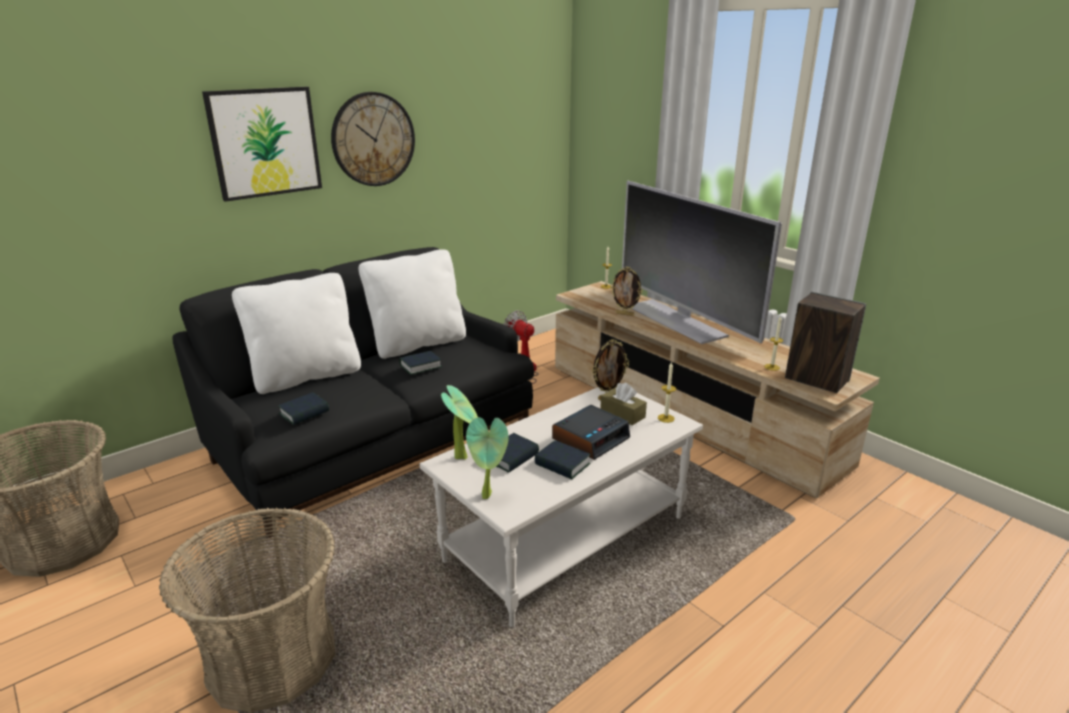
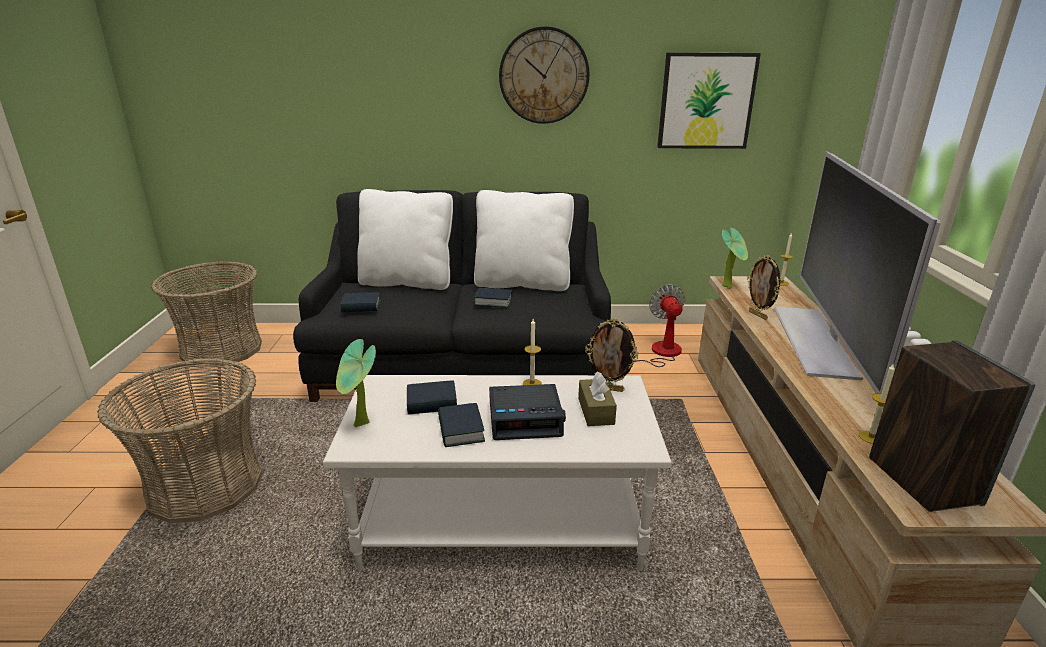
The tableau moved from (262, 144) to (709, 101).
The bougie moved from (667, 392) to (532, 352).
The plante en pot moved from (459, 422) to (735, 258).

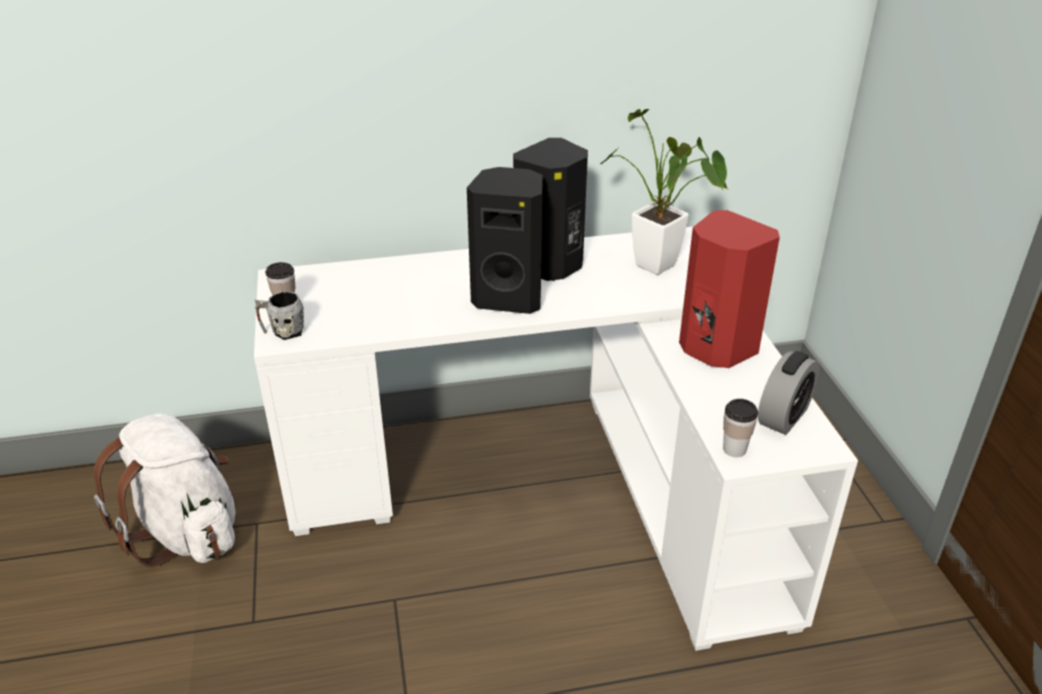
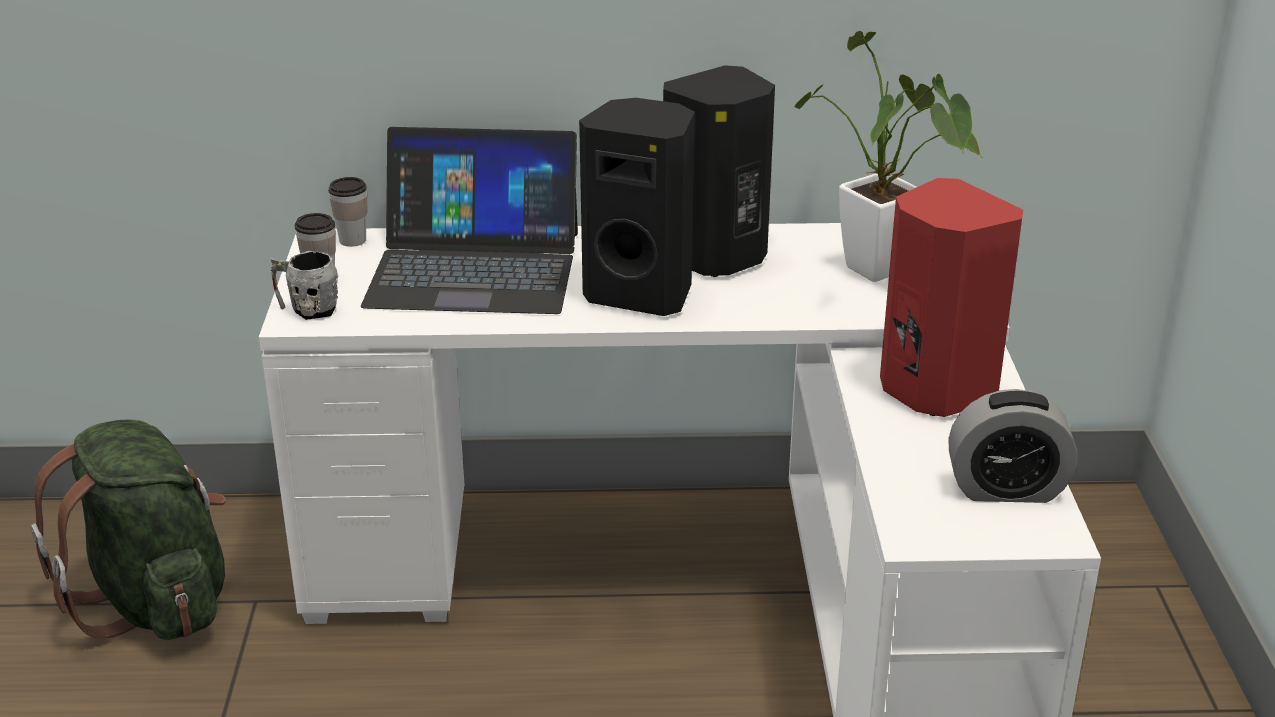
The réveil at (789, 393) turned 45 degrees clockwise.
The tasse moved from (740, 428) to (347, 212).
The sac à dos/blanc at (165, 490) became the sac à dos/vert at (128, 529).
The ordinateur portable at (469, 220) appeared.

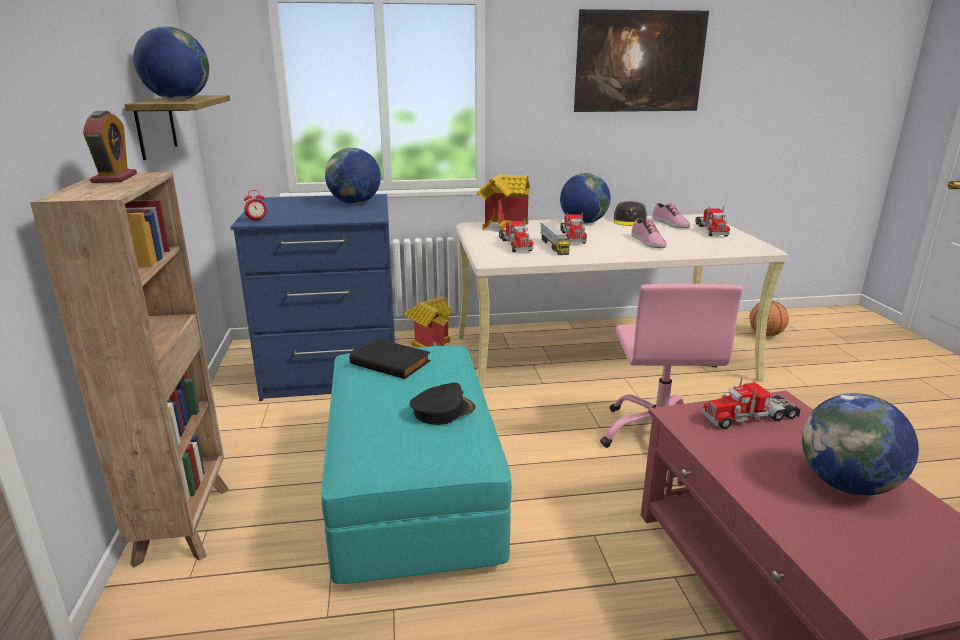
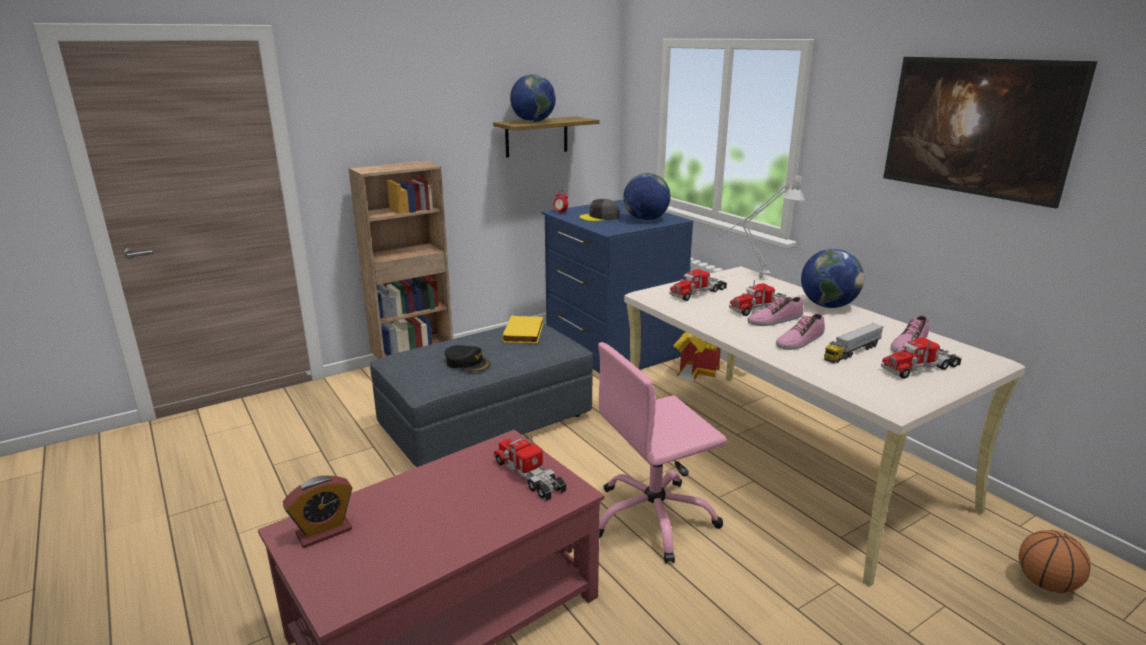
The réveil moved from (110, 147) to (317, 511).
The maison miniature at (503, 203) was replaced by the lampe de table/gris at (762, 226).
The casquette/gris moved from (630, 213) to (599, 210).
The camion jouet moved from (555, 239) to (854, 343).
The livre/noir at (390, 358) became the livre/jaune at (523, 329).
The pouf/turquoise at (416, 465) became the pouf/gris at (481, 395).
The globe at (860, 444) disappeared.
The chaussure at (776, 311) appeared.

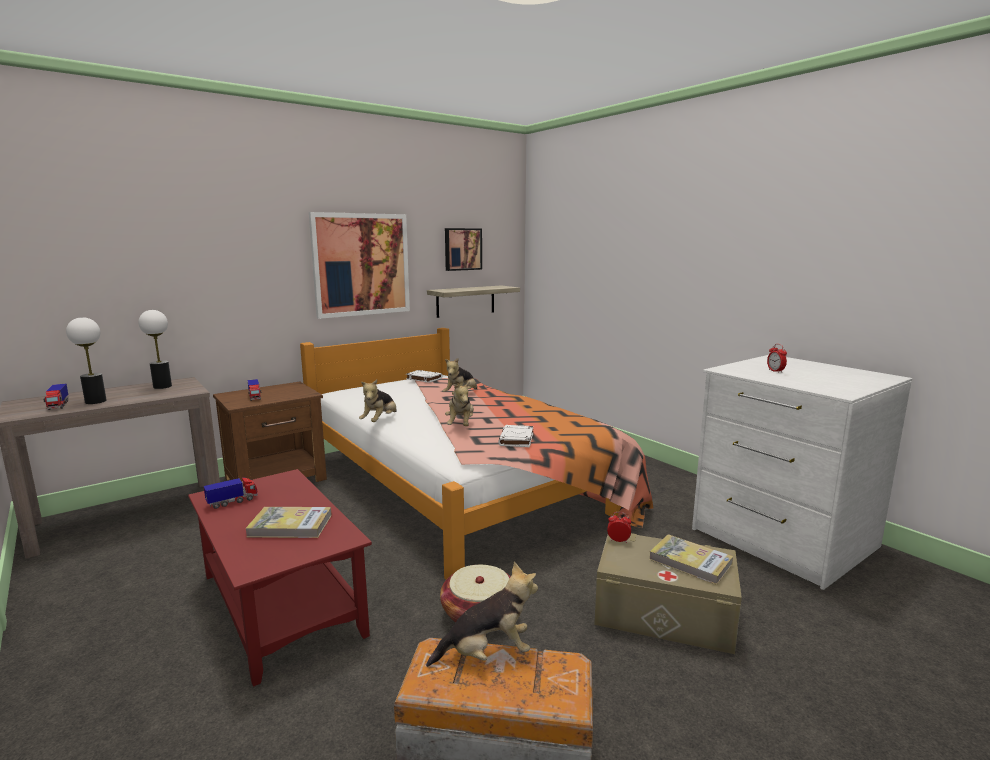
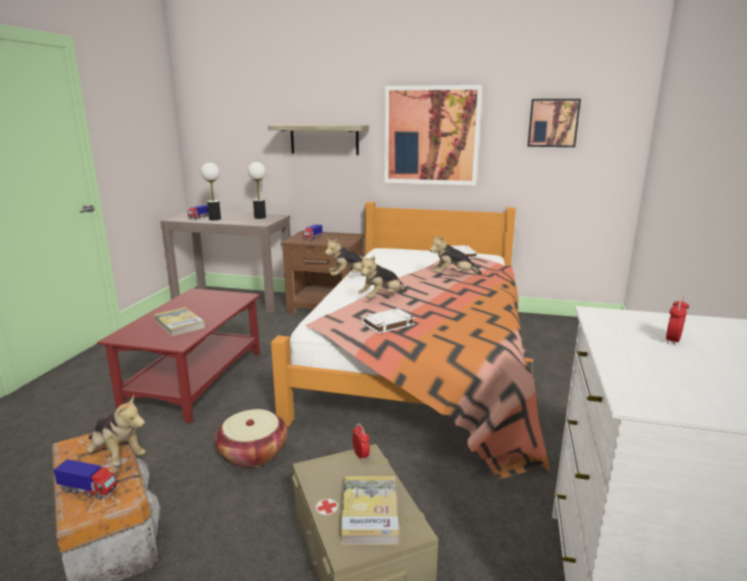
The étagère moved from (473, 301) to (318, 140).
The camion jouet moved from (231, 493) to (85, 479).

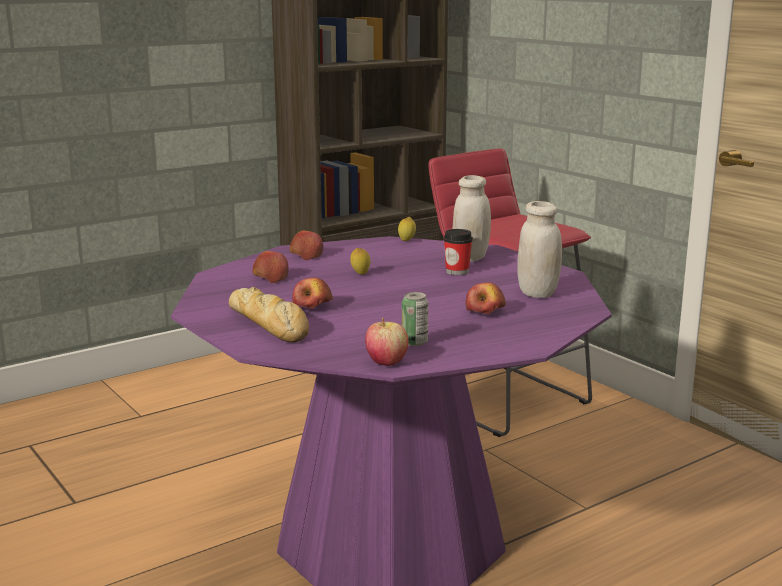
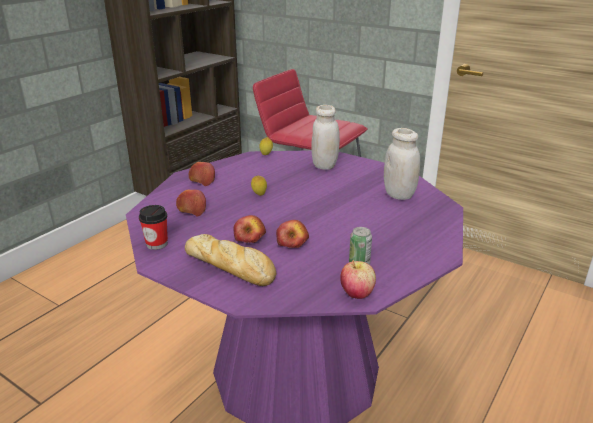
The tasse moved from (458, 252) to (153, 227).
The pomme moved from (485, 298) to (292, 234).

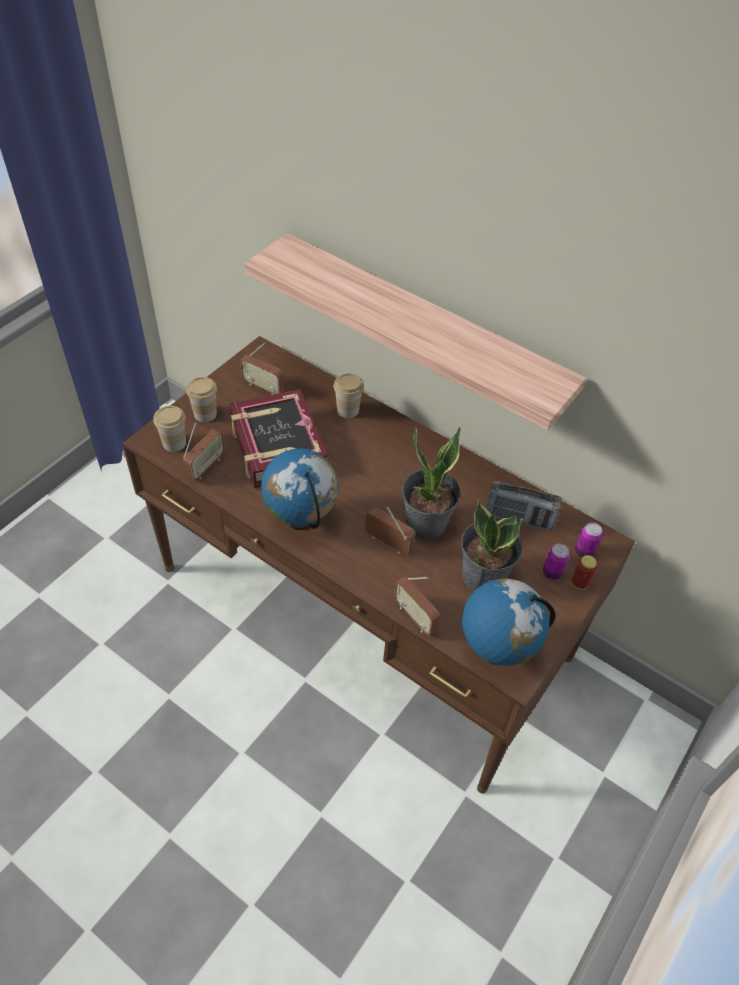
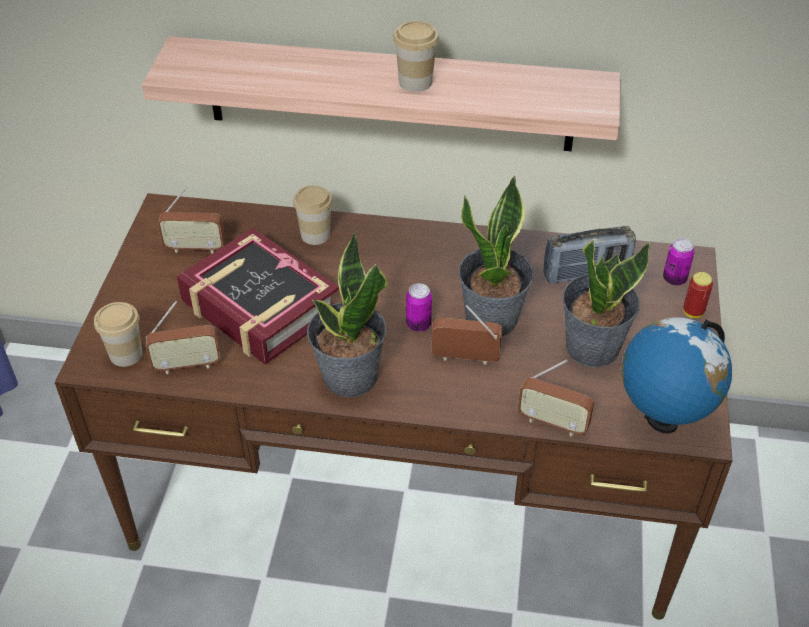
The tasse moved from (201, 399) to (416, 56).
The radio at (204, 452) turned 75 degrees clockwise.
The globe at (300, 489) was replaced by the plante en pot at (347, 314).
The boîte métallique moved from (556, 562) to (419, 307).

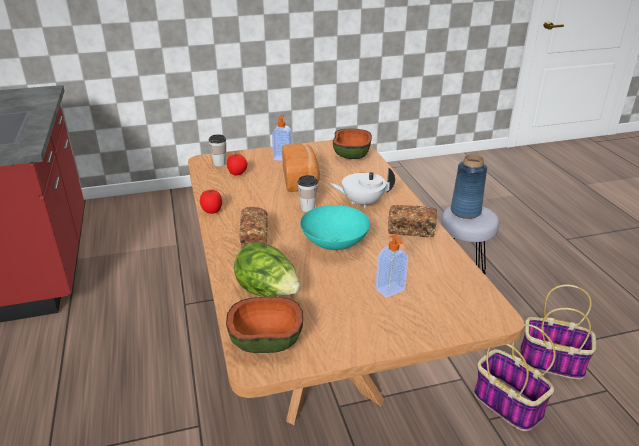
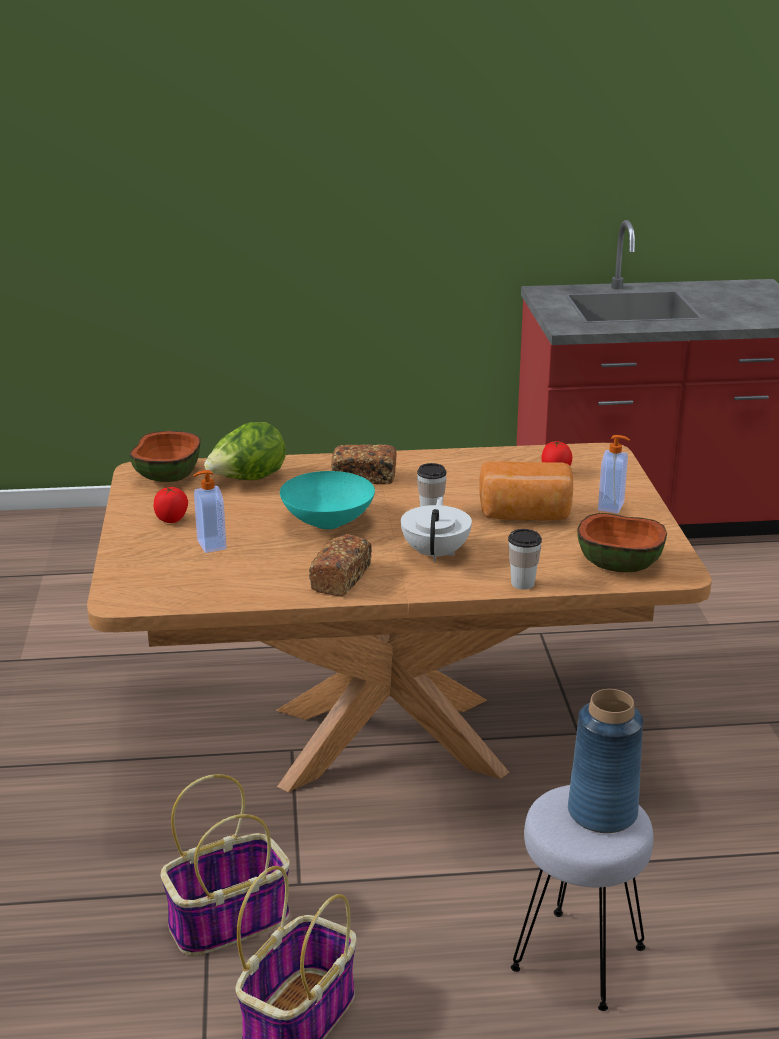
The tasse moved from (217, 150) to (525, 559).
The tomate moved from (211, 201) to (171, 505).

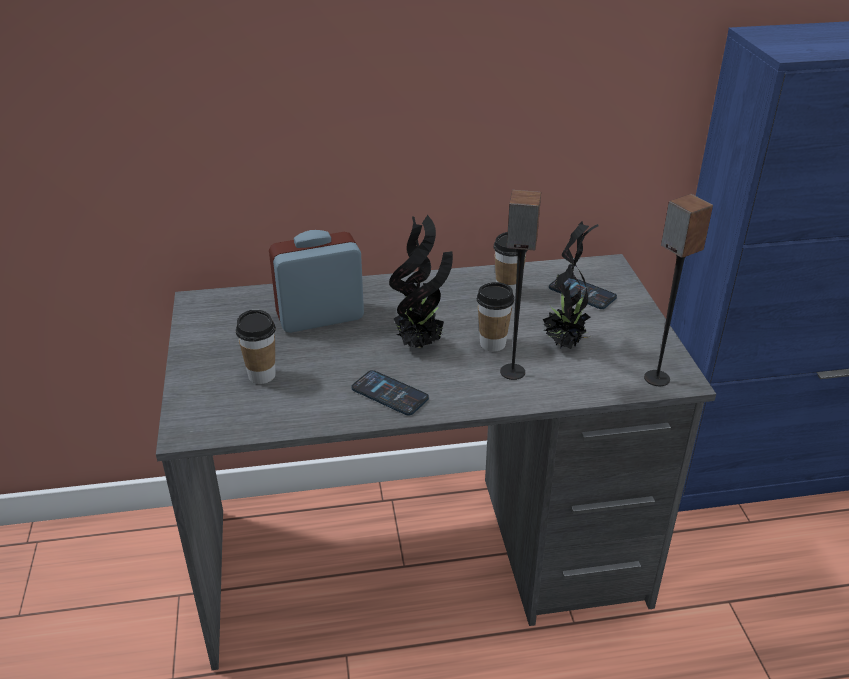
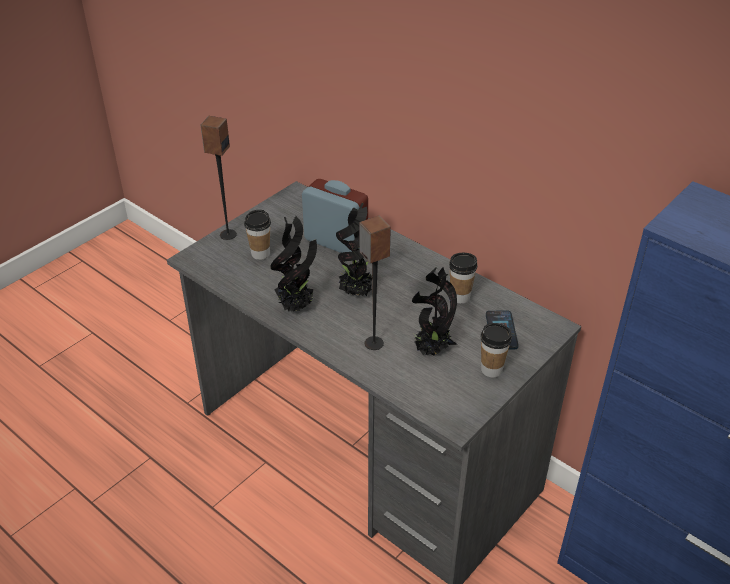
The enceinte moved from (678, 290) to (219, 178).
The tasse moved from (495, 317) to (496, 350).
The téléphone at (390, 393) was replaced by the plante en pot at (293, 263).

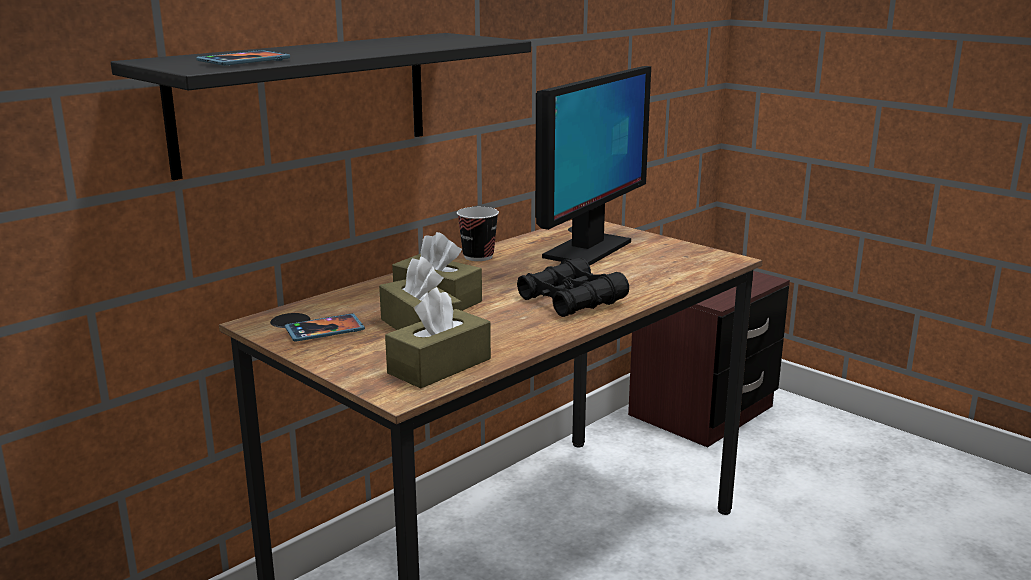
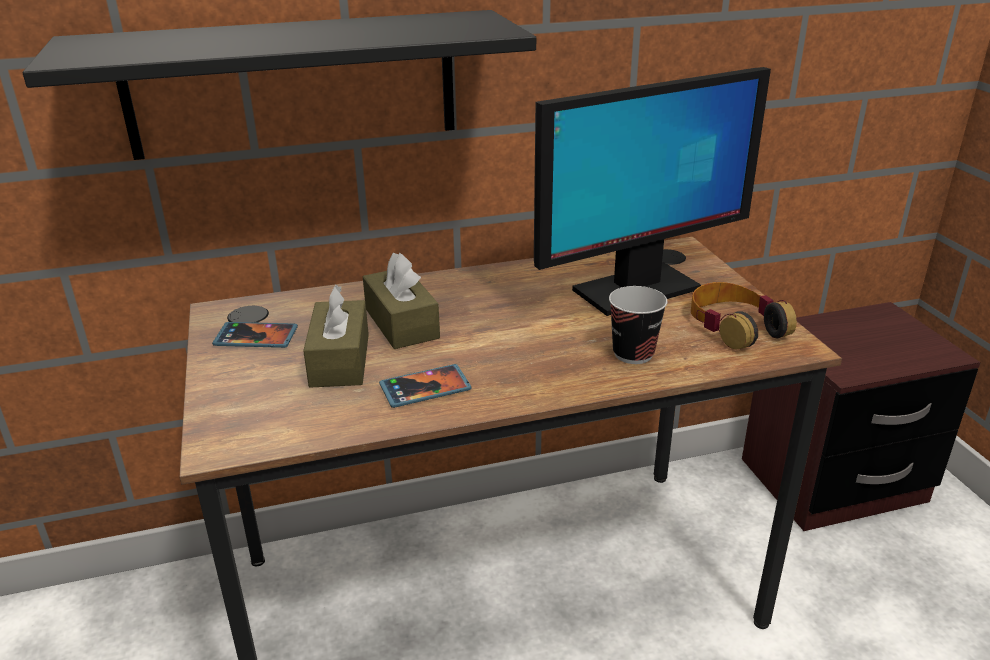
The téléphone moved from (243, 58) to (425, 386).
The tasse moved from (478, 234) to (638, 325).
The jumelles/noir at (573, 287) disappeared.
The boîte à mouchoirs/marron at (438, 337) disappeared.
The casque audio at (744, 316) appeared.

